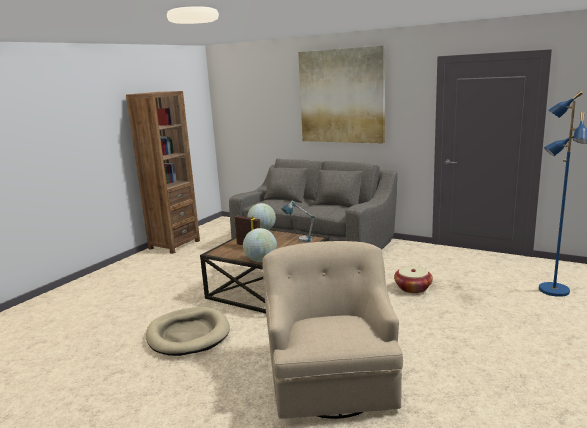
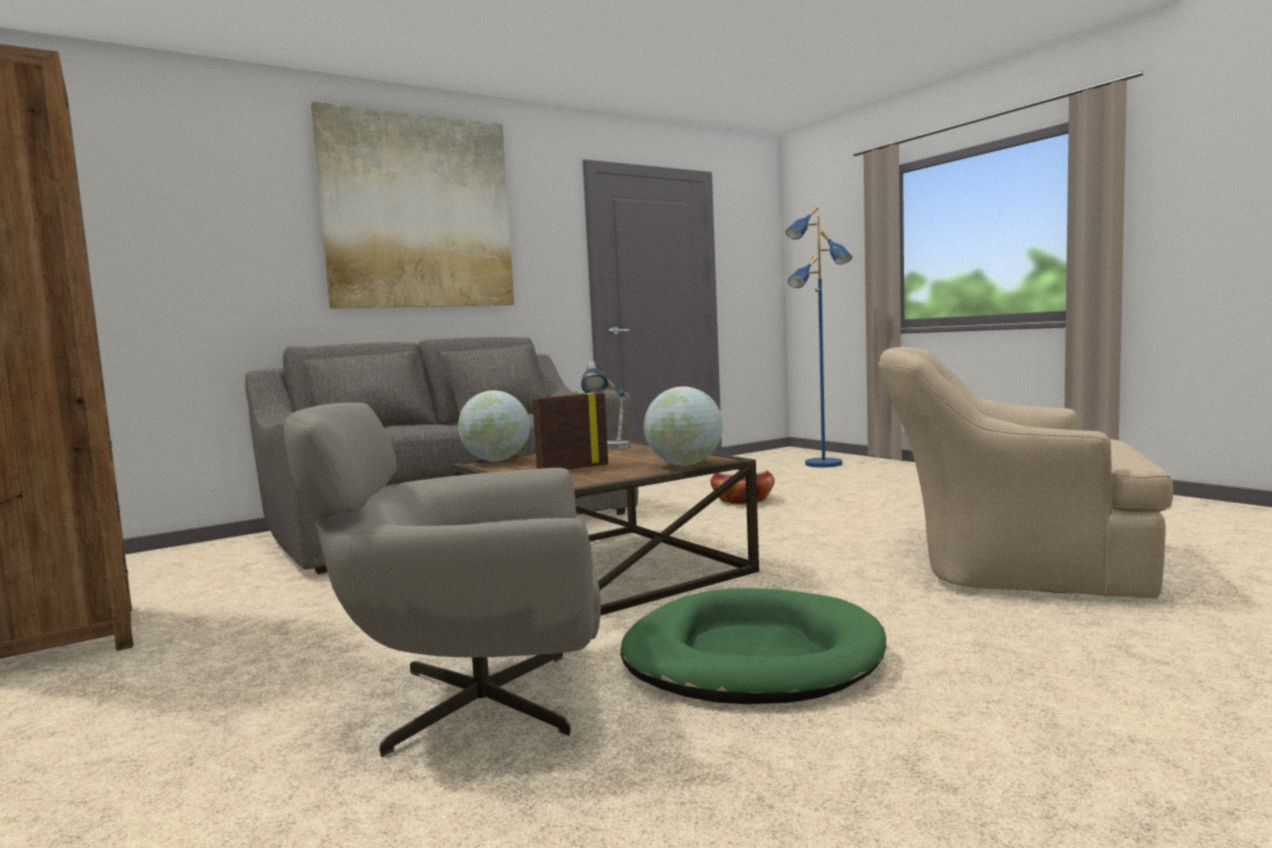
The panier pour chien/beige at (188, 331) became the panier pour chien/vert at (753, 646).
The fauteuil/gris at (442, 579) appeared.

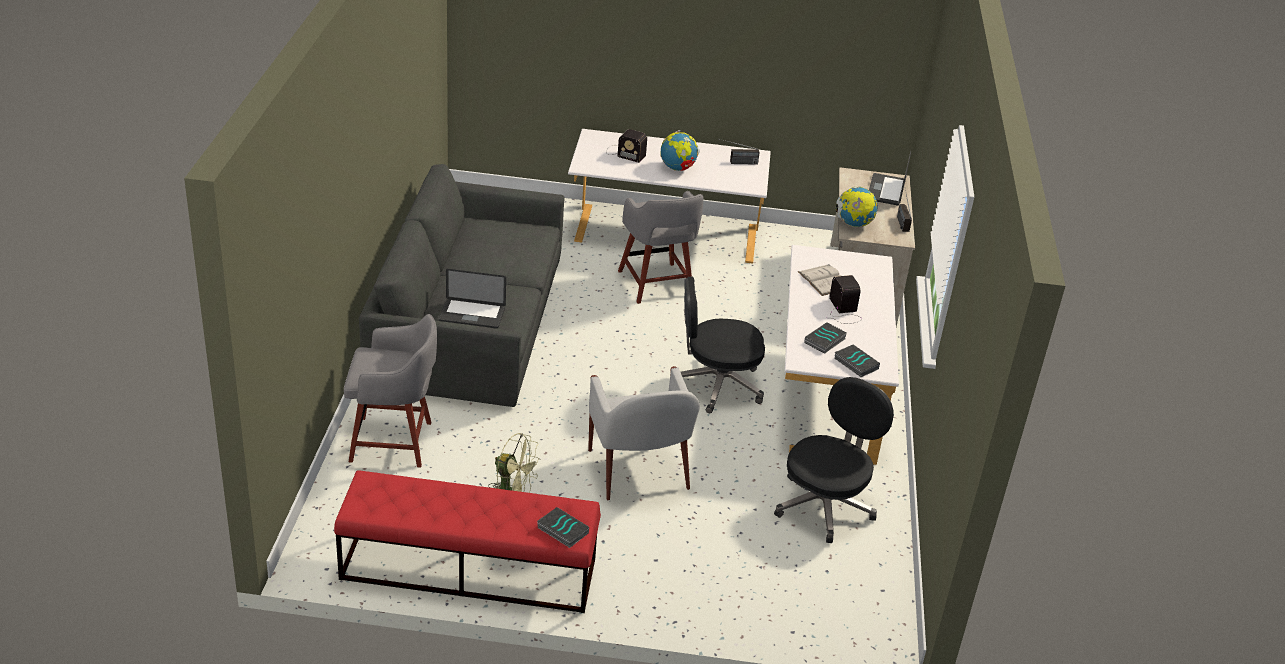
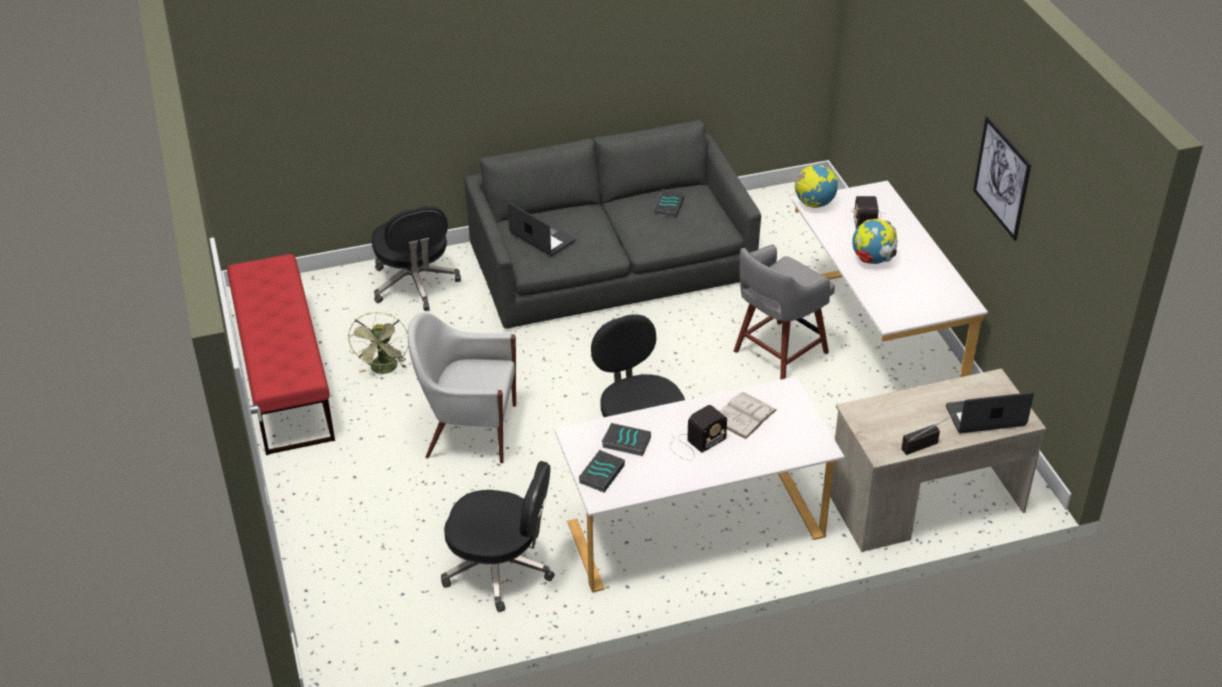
The radio at (740, 152) disappeared.
The globe moved from (856, 207) to (816, 186).
The ordinateur portable at (472, 299) turned 150 degrees clockwise.
The tabouret/gris at (390, 391) was replaced by the chaise de bureau/noir at (416, 258).
The fauteuil/blanc at (644, 433) turned 45 degrees clockwise.
The livre moved from (563, 527) to (669, 203).
The tableau at (1002, 178) appeared.

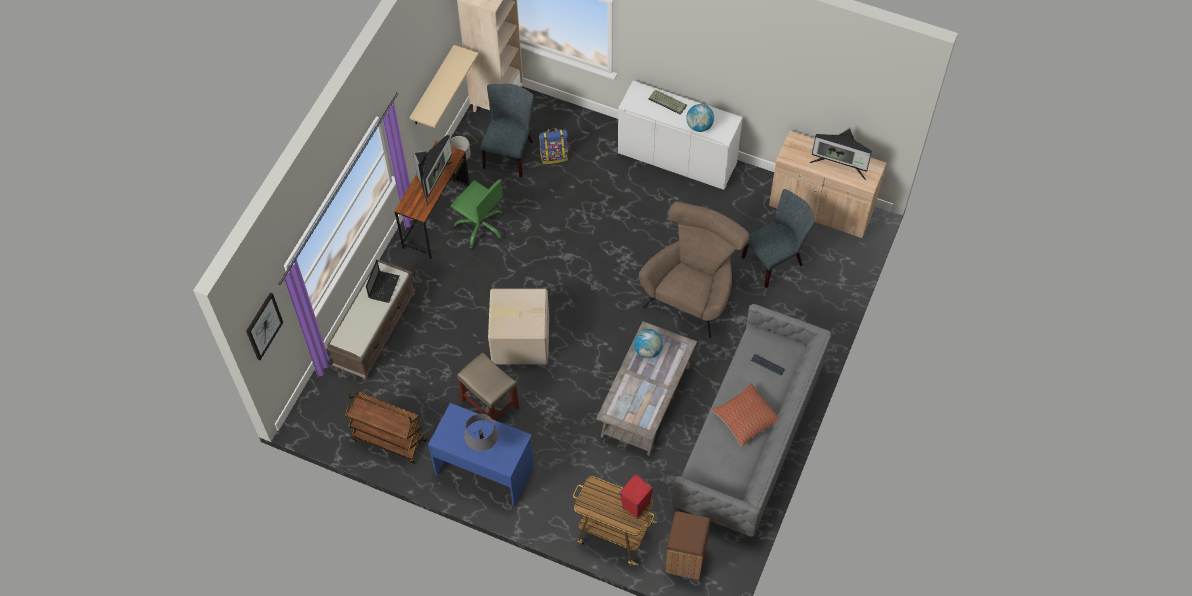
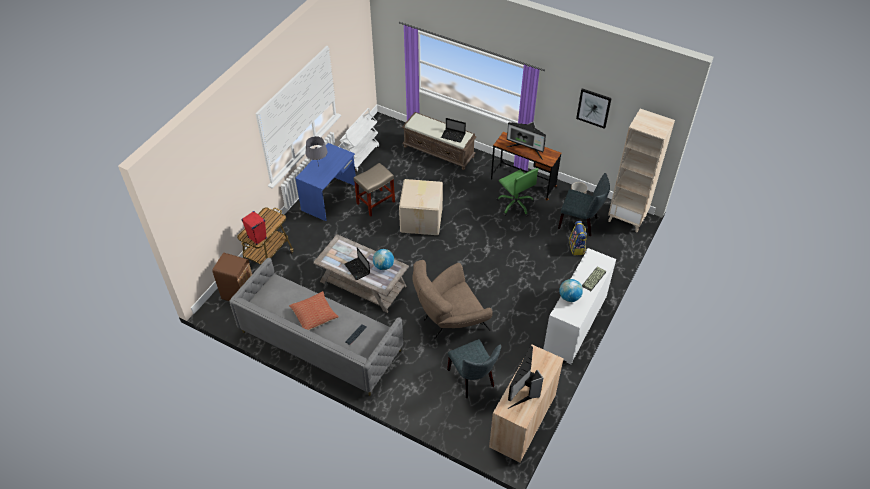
The étagère/beige at (444, 86) disappeared.
The chaise de bureau/vert at (477, 214) turned 75 degrees counterclockwise.
The fauteuil/marron at (694, 269) turned 120 degrees clockwise.
The tableau moved from (264, 326) to (594, 108).
The chariot/marron at (386, 428) became the chariot/blanc at (359, 140).
The ordinateur portable at (357, 263) appeared.

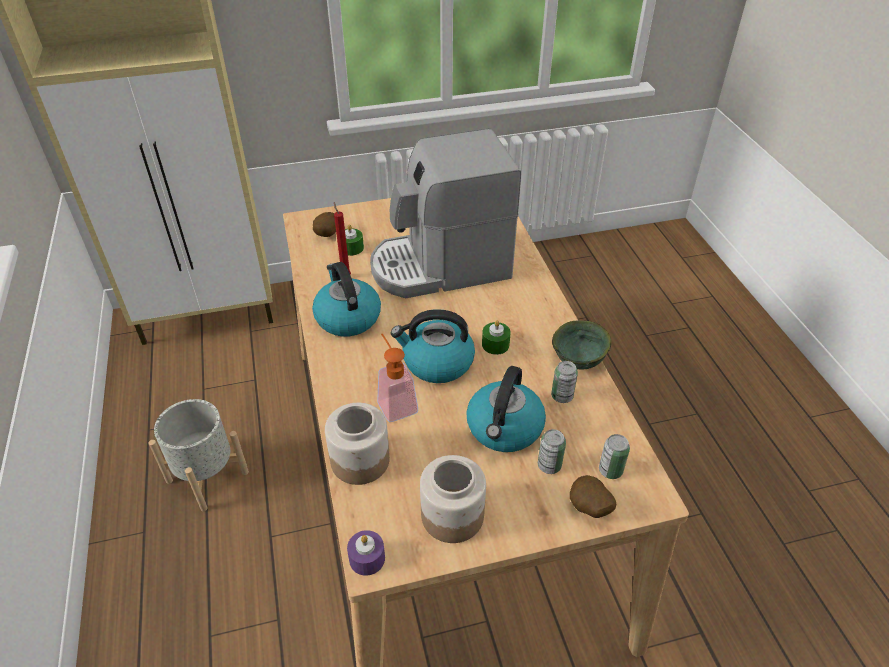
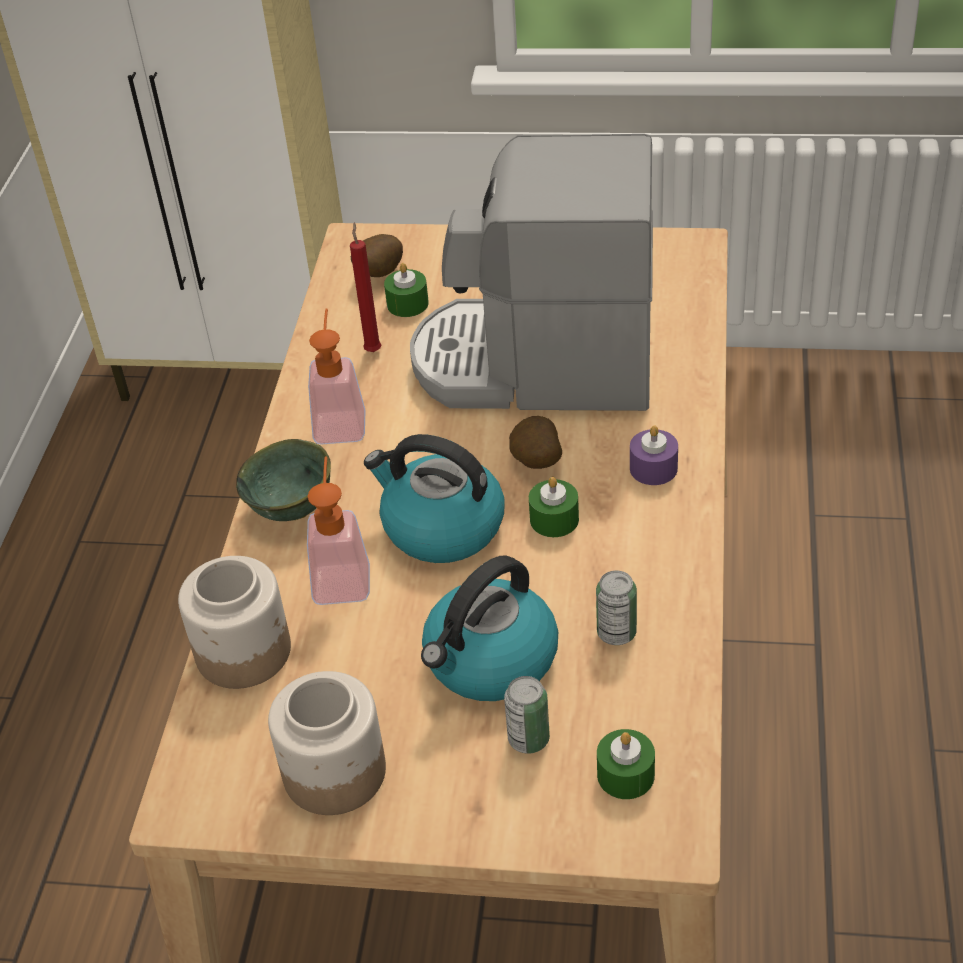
The bouilloire at (346, 299) was replaced by the distributeur de savon at (336, 376).
The bol/vert moved from (582, 345) to (283, 480).
The cache-pot/gris at (199, 455) disappeared.
The boîte métallique at (614, 456) was replaced by the bougie/vert at (626, 764).
The pomme de terre moved from (593, 496) to (535, 442).
The bougie/violet moved from (366, 553) to (654, 455).

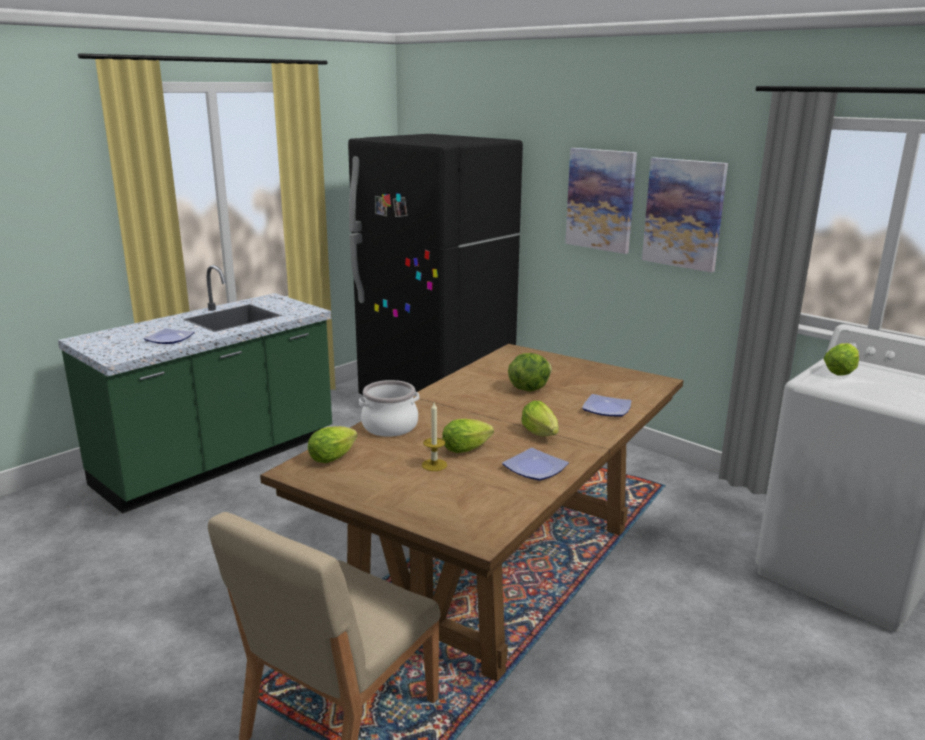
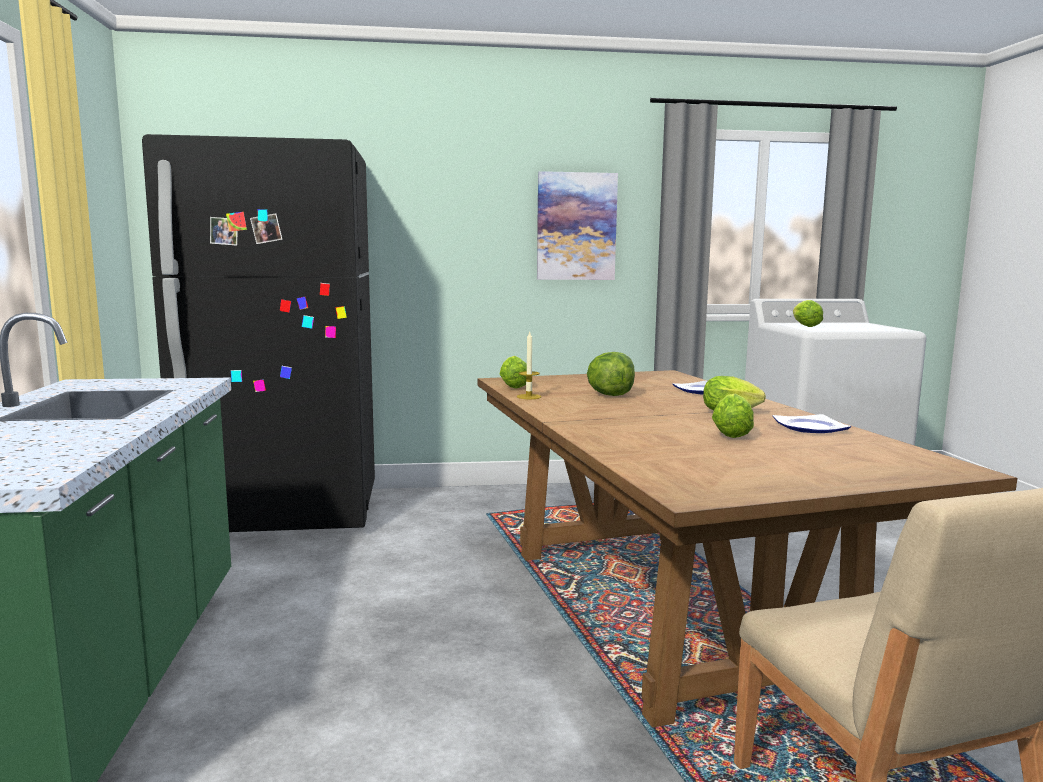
The tableau at (601, 201) disappeared.
The assiette at (168, 336) disappeared.
The marmite at (389, 408) disappeared.
The bougie moved from (434, 437) to (529, 365).
The laitue moved from (333, 444) to (513, 372).

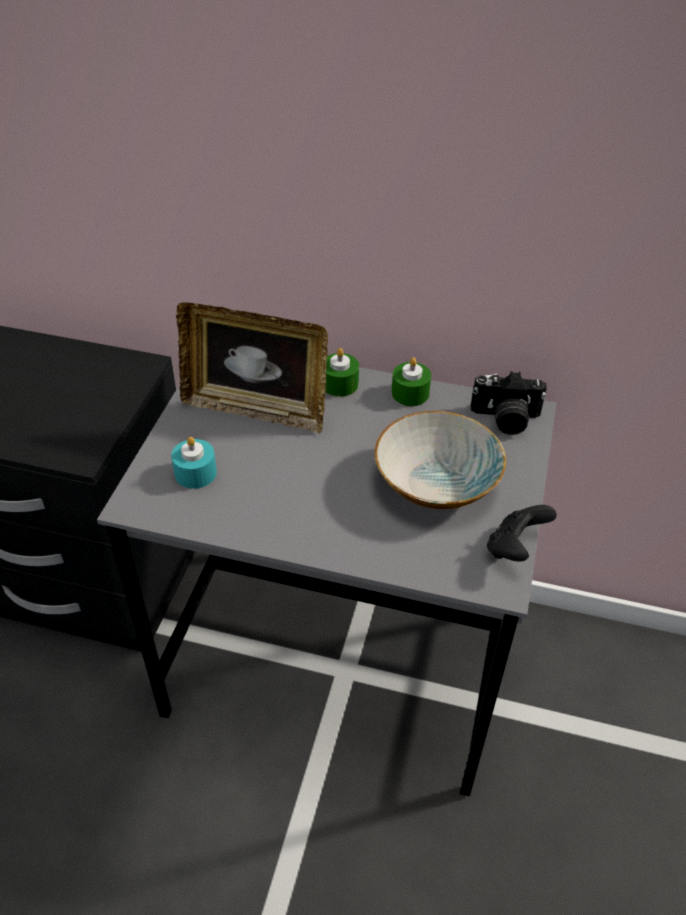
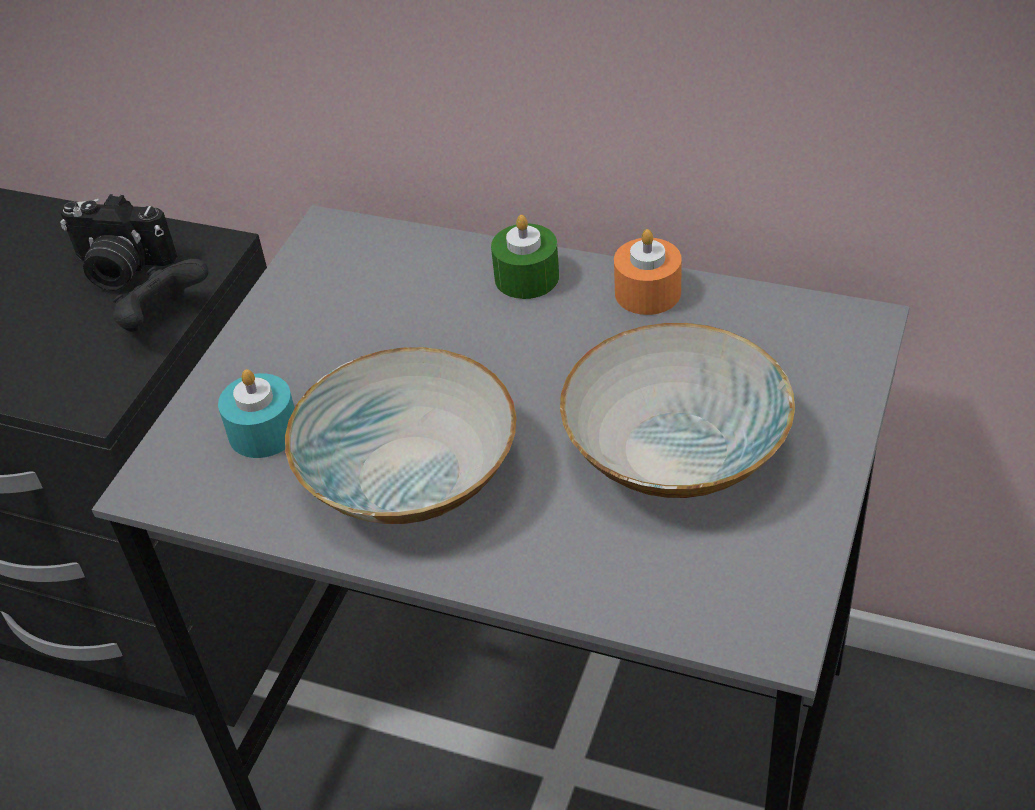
The cadre photo at (252, 368) disappeared.
The bougie/vert at (411, 381) became the bougie/orange at (648, 272).
The appareil photo moved from (509, 403) to (118, 242).
The manette/noir moved from (522, 533) to (160, 295).
The bol at (401, 435) appeared.

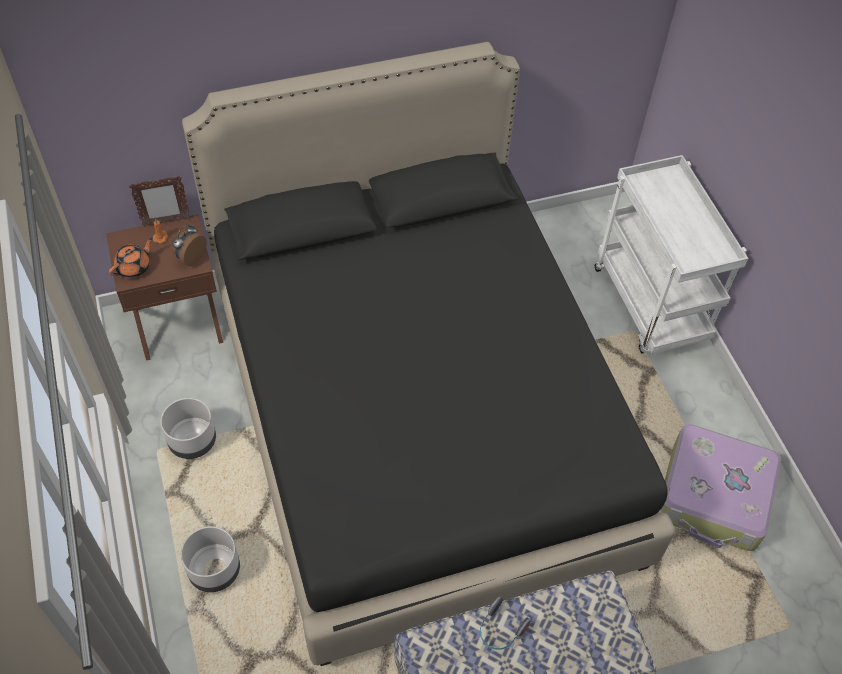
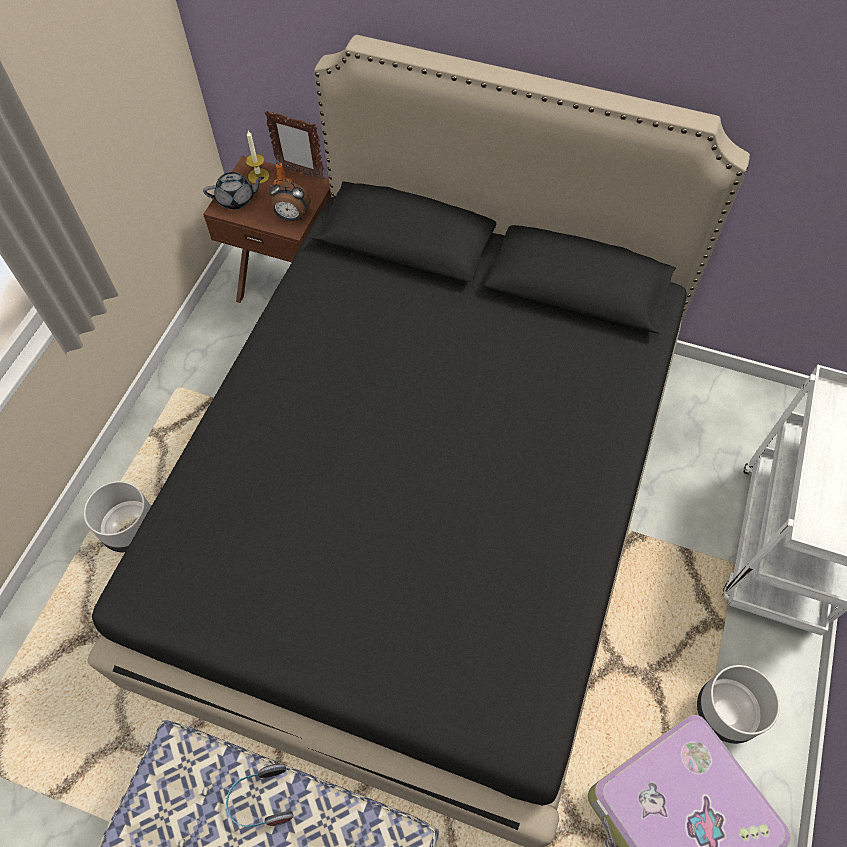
The réveil at (189, 245) turned 150 degrees counterclockwise.
The théière/orange at (131, 257) became the théière/gris at (233, 190).
The cache-pot/gris moved from (188, 428) to (738, 704).
The bougie at (257, 157) appeared.

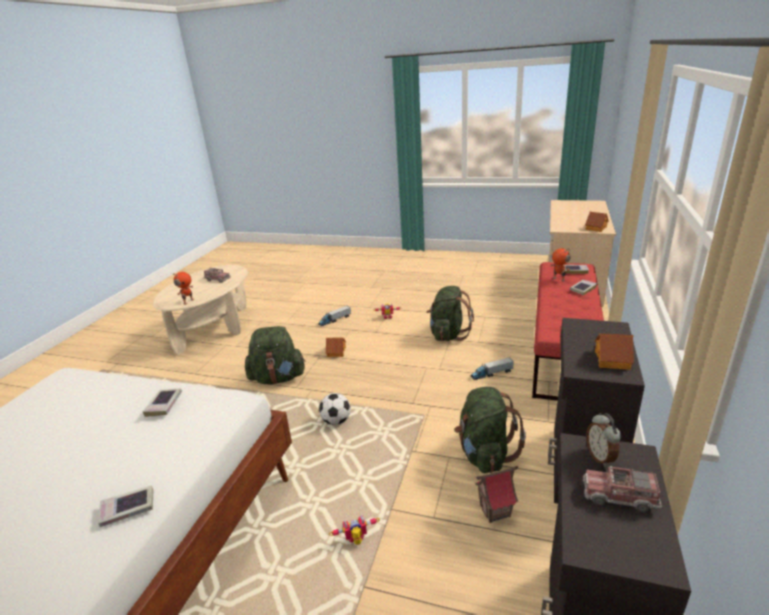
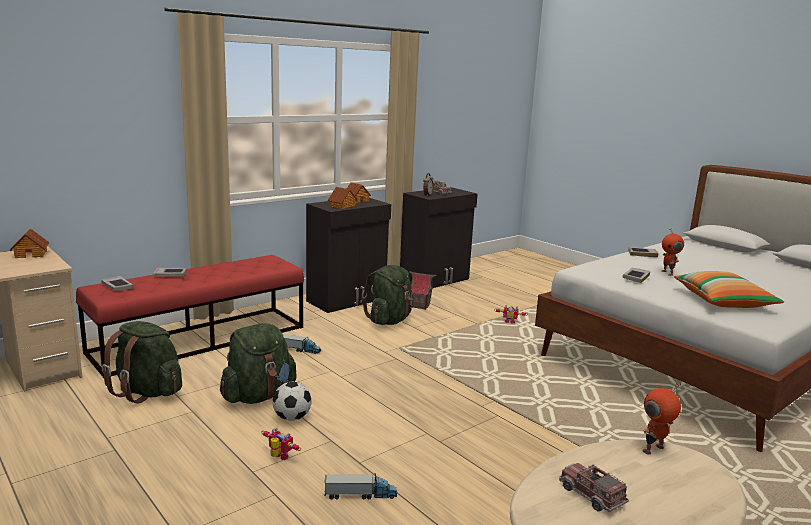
The robot jouet moved from (560, 265) to (673, 252).
The sac à dos/vert moved from (275, 355) to (142, 362).
The maison miniature moved from (336, 347) to (342, 198).
The ballon de foot moved from (335, 409) to (292, 401).
The coussin at (729, 289) appeared.

